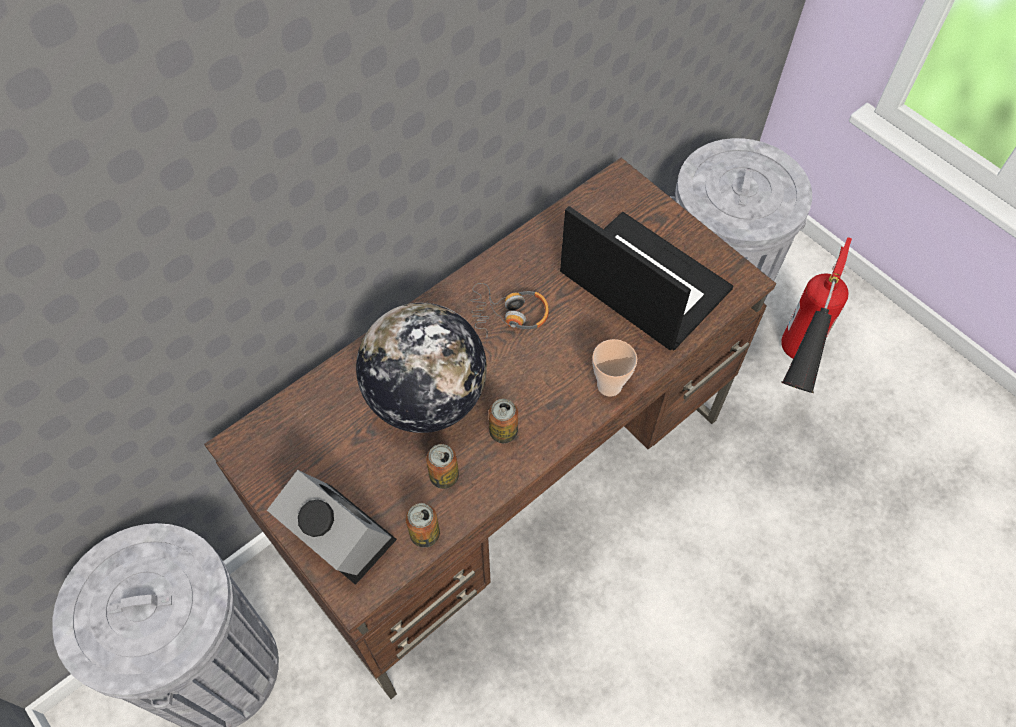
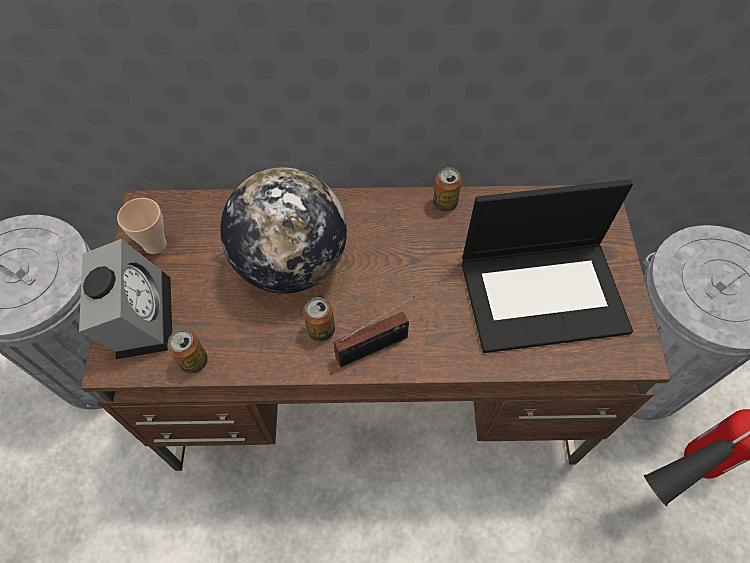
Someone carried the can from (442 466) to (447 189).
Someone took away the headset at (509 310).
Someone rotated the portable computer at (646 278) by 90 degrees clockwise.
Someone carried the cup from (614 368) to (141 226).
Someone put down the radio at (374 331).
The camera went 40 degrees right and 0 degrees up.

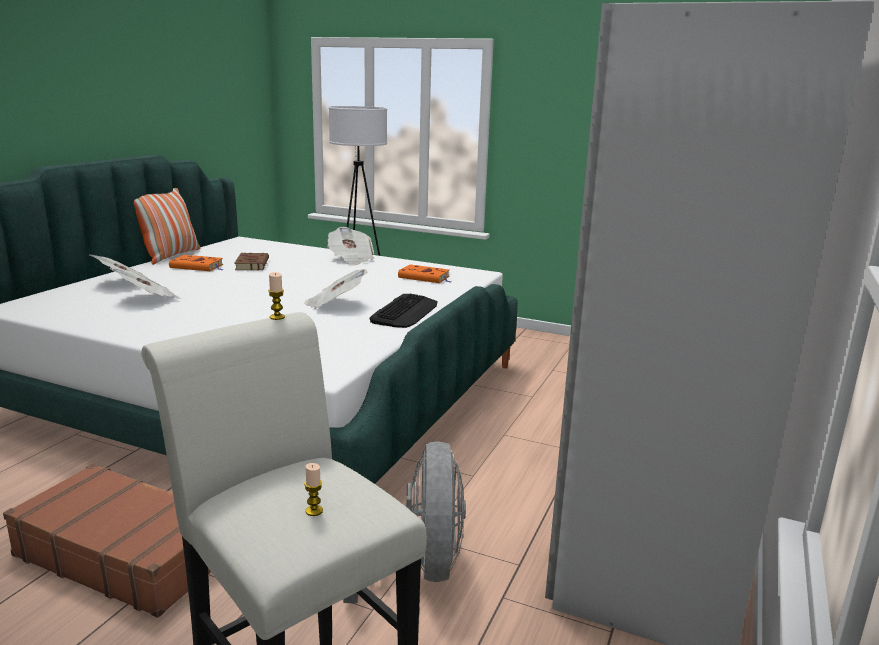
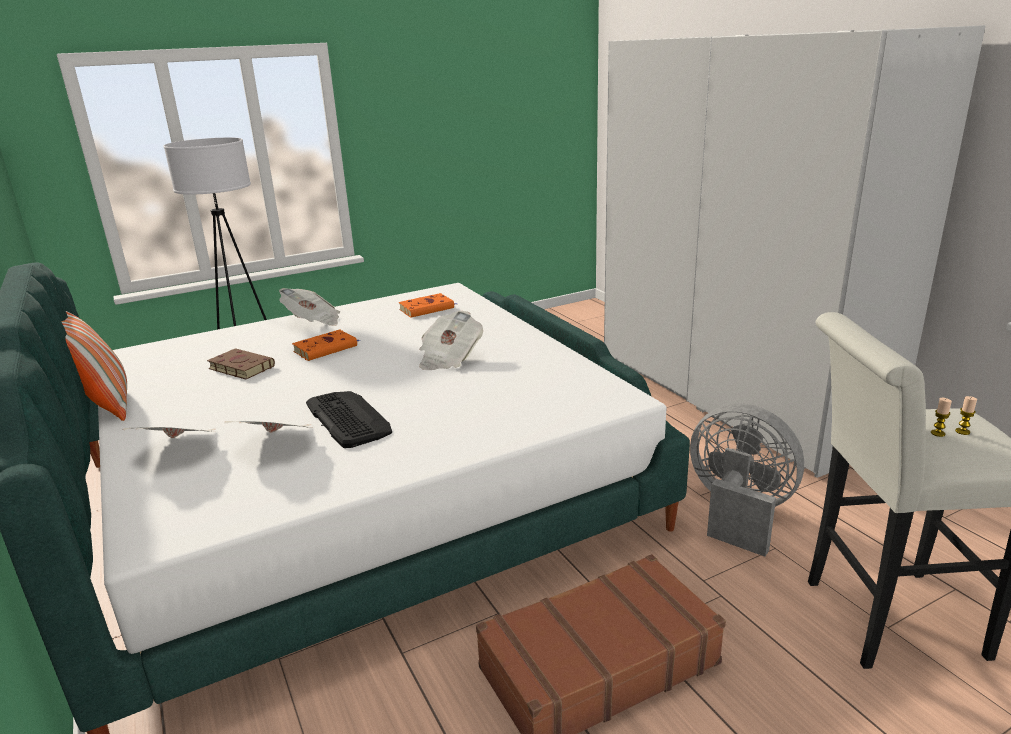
Someone carried the orange book from (197 263) to (326 345).
Someone carried the candle from (276 296) to (941 417).
Someone carried the PC keyboard from (403 311) to (349 419).
The camera went 50 degrees left and 5 degrees up.

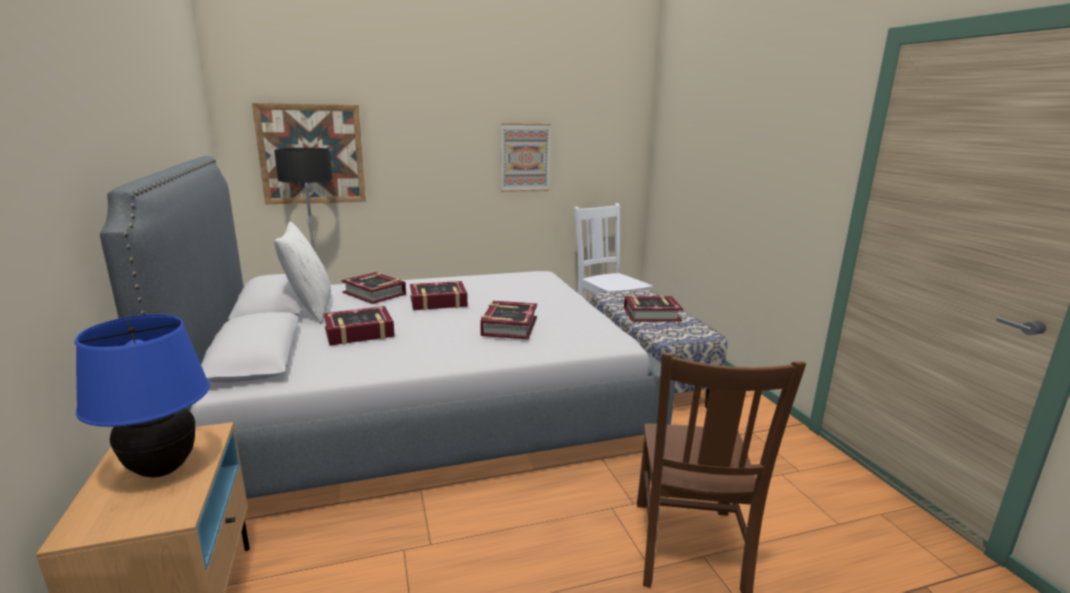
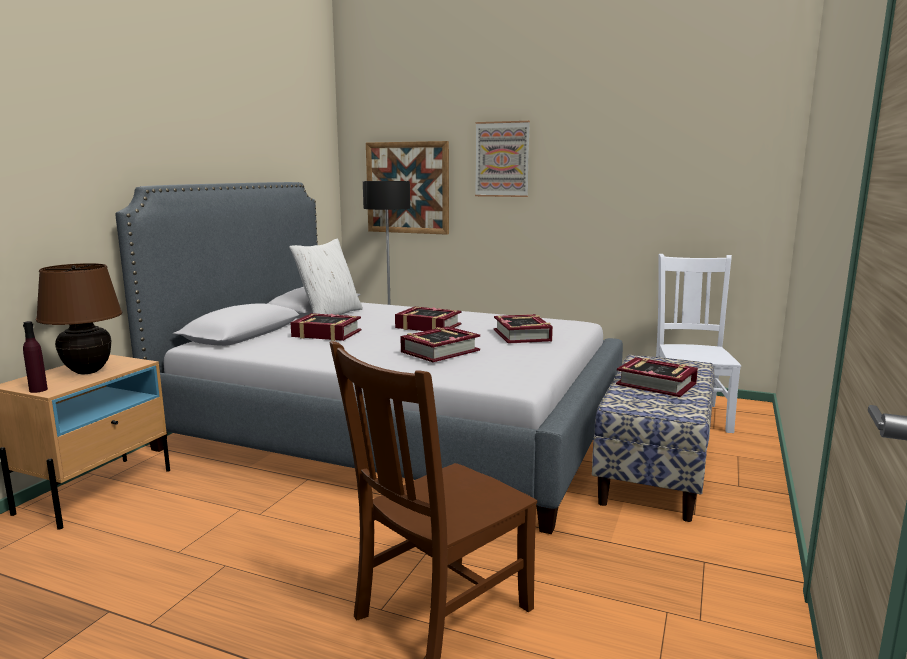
Someone repainted the bluish lamp for a table at (142 395), which became the brownish lamp for a table at (79 318).
Someone carried the book from (374 288) to (523 329).
Someone carried the wall art from (526 157) to (502 159).
Someone put down the purple-coloured bottle at (35 357).
The camera went 40 degrees right and 5 degrees down.

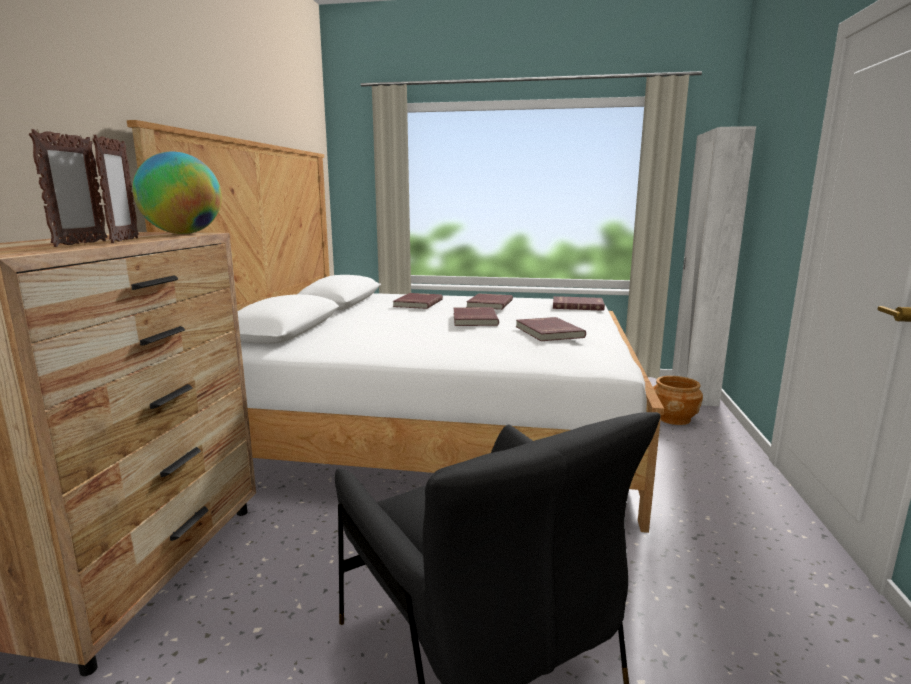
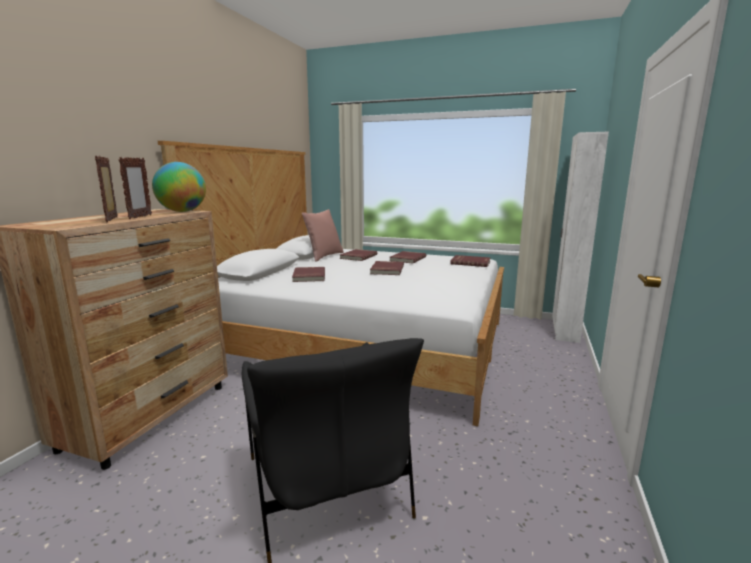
Someone rotated the photo frame at (68 188) by 150 degrees clockwise.
Someone carried the red book from (551 329) to (308 274).
Someone took away the brownish flower pot at (678 400).
Someone put down the pink pillow at (323 235).
The camera went 10 degrees right and 0 degrees up.

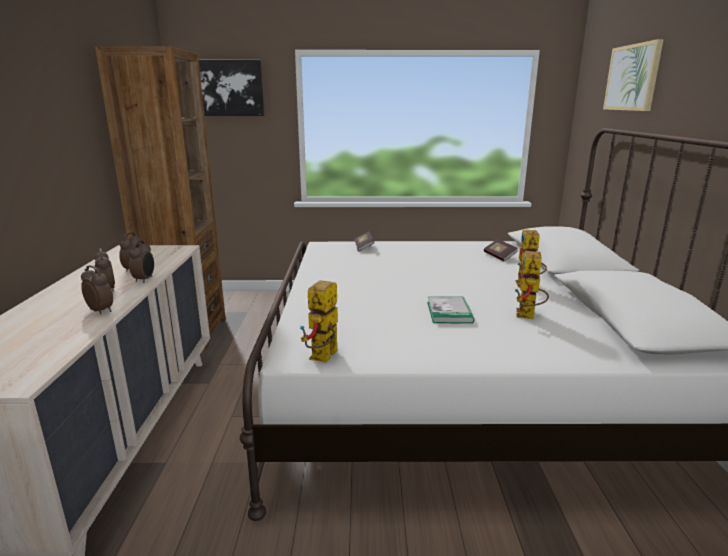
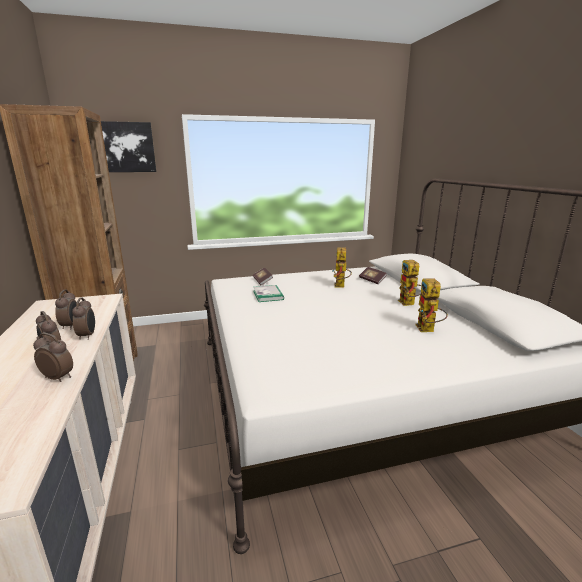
Someone carried the robot figure from (319 321) to (342 267).
Someone carried the book from (450 310) to (268 293).
Someone took away the wall art at (633 75).
The camera went 15 degrees left and 0 degrees up.

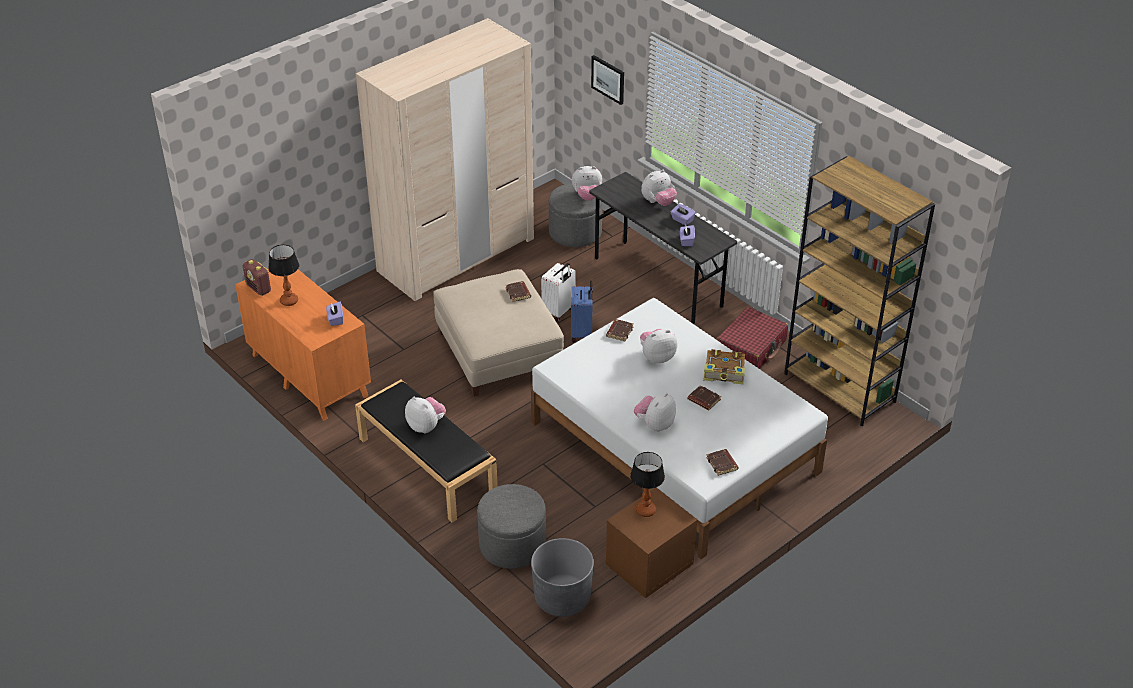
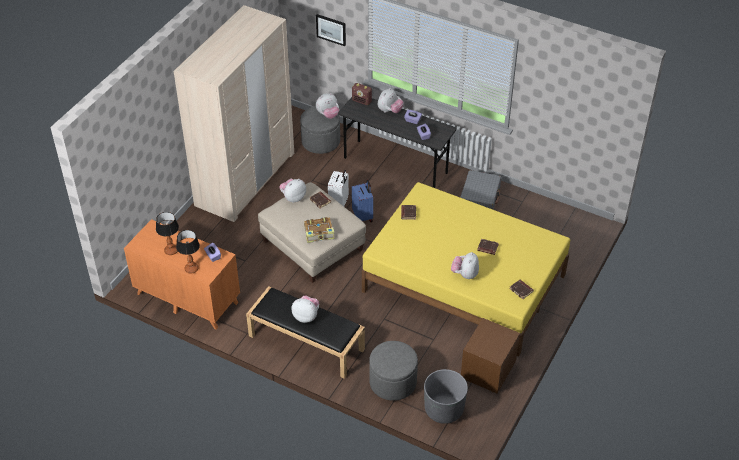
Someone carried the radio from (257 277) to (362 94).
Someone repainted the whitish bed at (679 428), which became the yellow bed at (466 269).
Someone carried the lamp for a table from (647 484) to (188 252).
Someone carried the plush toy from (658 346) to (293 191).
Someone carried the book from (724 366) to (319 230).
Someone repainted the red piece of luggage at (752 338), which became the gray piece of luggage at (480 189).
Someone took away the brownish shelving unit at (859 291).
The camera went 20 degrees left and 5 degrees up.

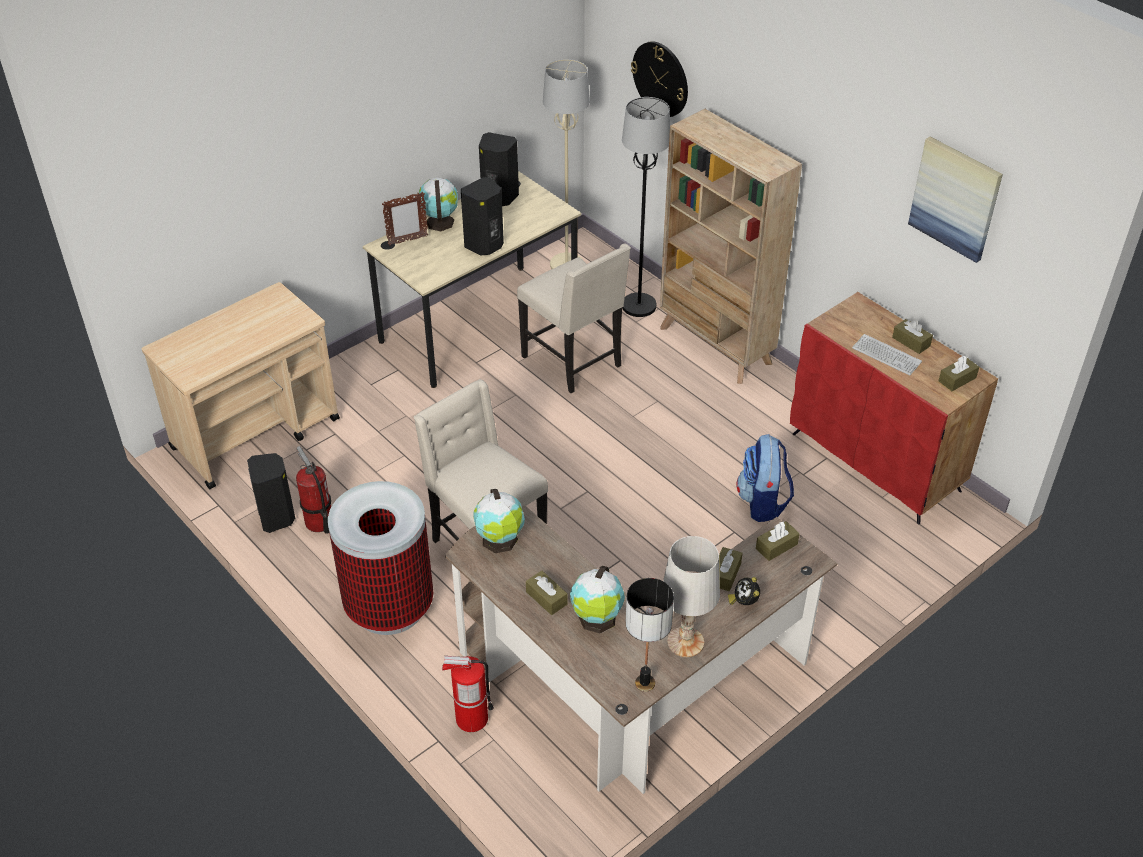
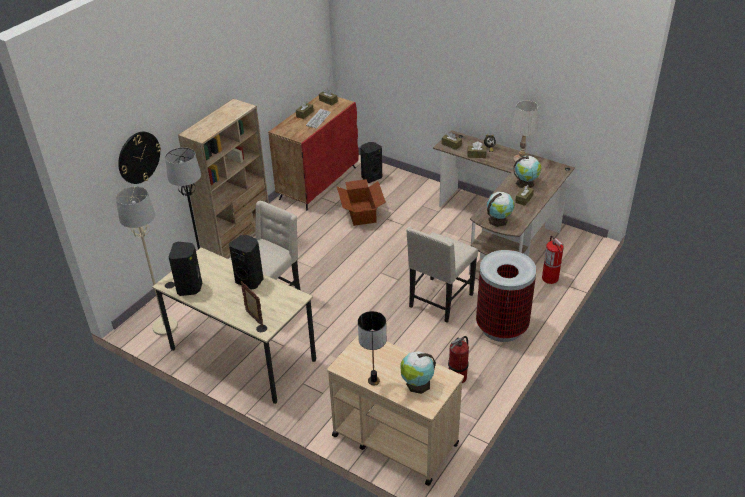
Someone carried the black-coloured audio speaker from (271 493) to (371 162).
Someone carried the desk globe from (438 204) to (418 372).
Someone carried the lamp for a table from (650 635) to (372 348).
Someone swapped the knapsack at (765 478) for the packing box at (361 202).
Someone took away the wall art at (955 200).
The camera went 105 degrees left and 5 degrees down.

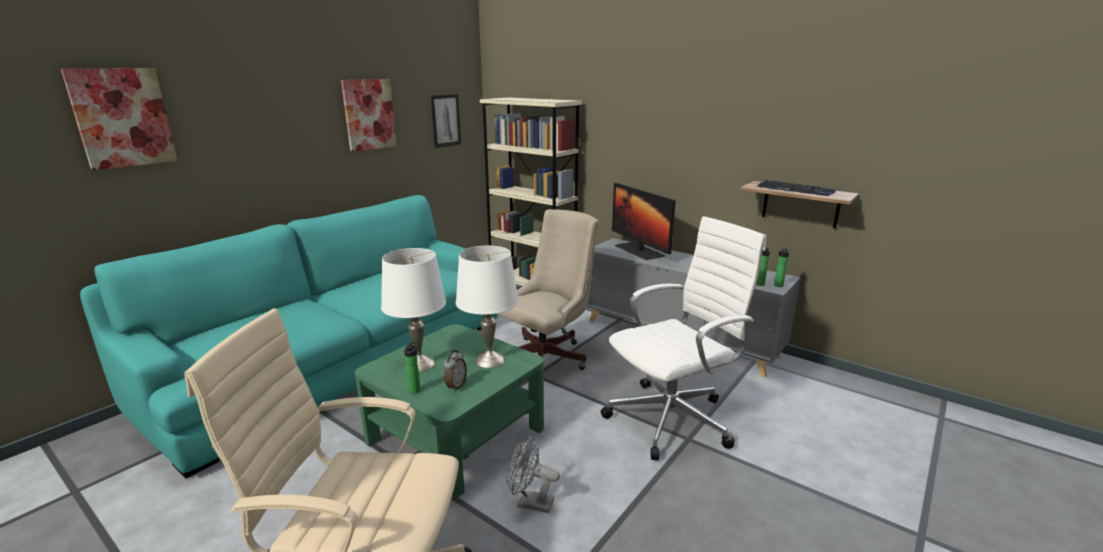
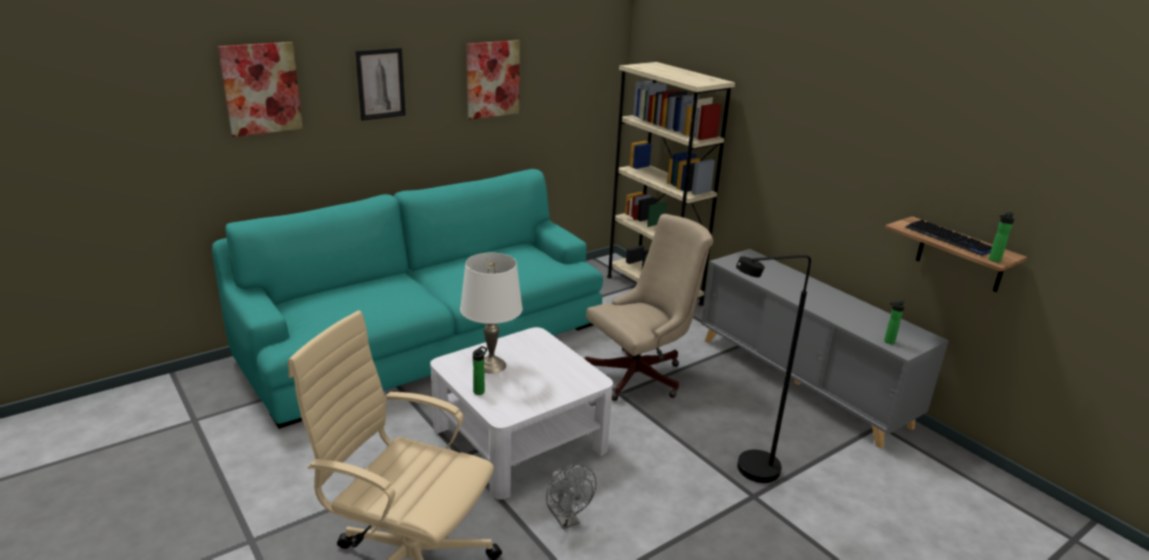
Someone repainted the green coffee table at (449 411), which became the whitish coffee table at (521 413).
Someone carried the wall art from (446 121) to (380 84).
Someone took away the bedside clock at (455 371).
Someone took away the whitish lamp for a table at (487 307).
Someone rotated the gray electric fan at (533 474) by 150 degrees counterclockwise.
Someone swapped the whitish office chair at (683 338) for the black-coloured floor lamp at (773 369).
Someone took away the computer screen at (644 221).
Someone carried the bottle from (781 267) to (1002 237).
The camera went 15 degrees right and 5 degrees up.

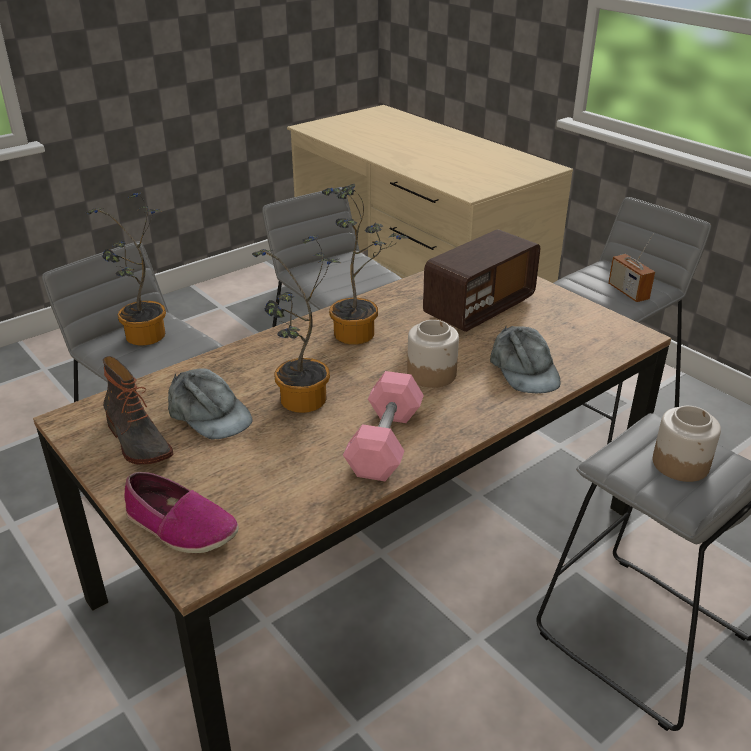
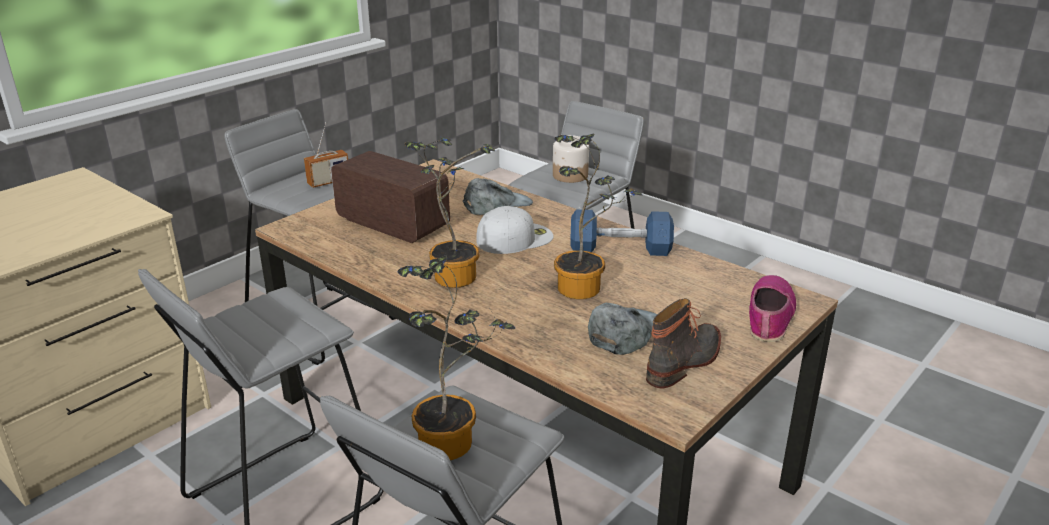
Someone repainted the pink free weight at (383 426), which became the bluish free weight at (622 232).
Someone swapped the jar at (433 354) for the whitish cap at (515 230).
The camera went 100 degrees left and 5 degrees down.

